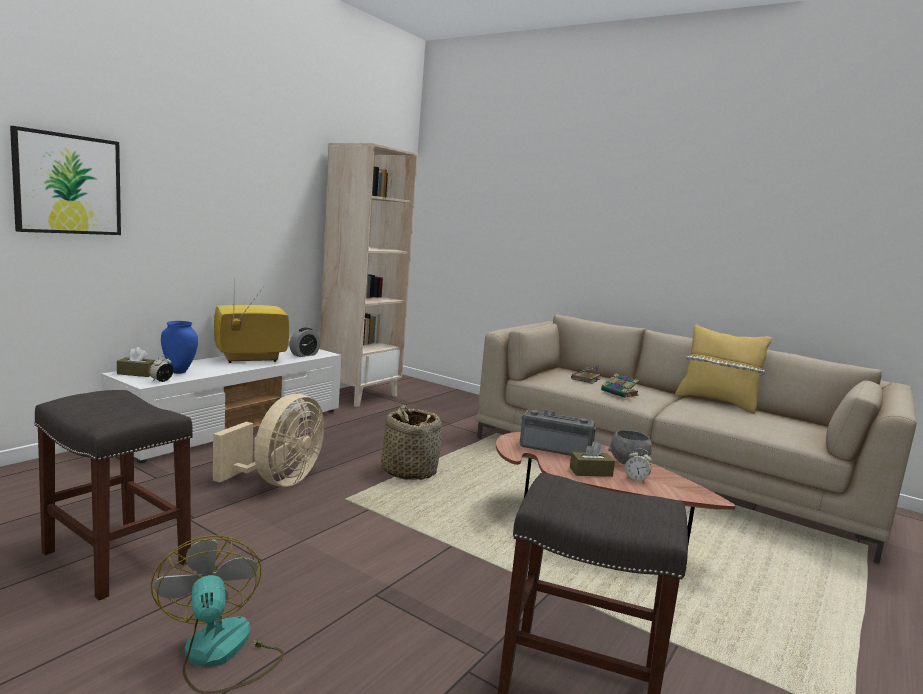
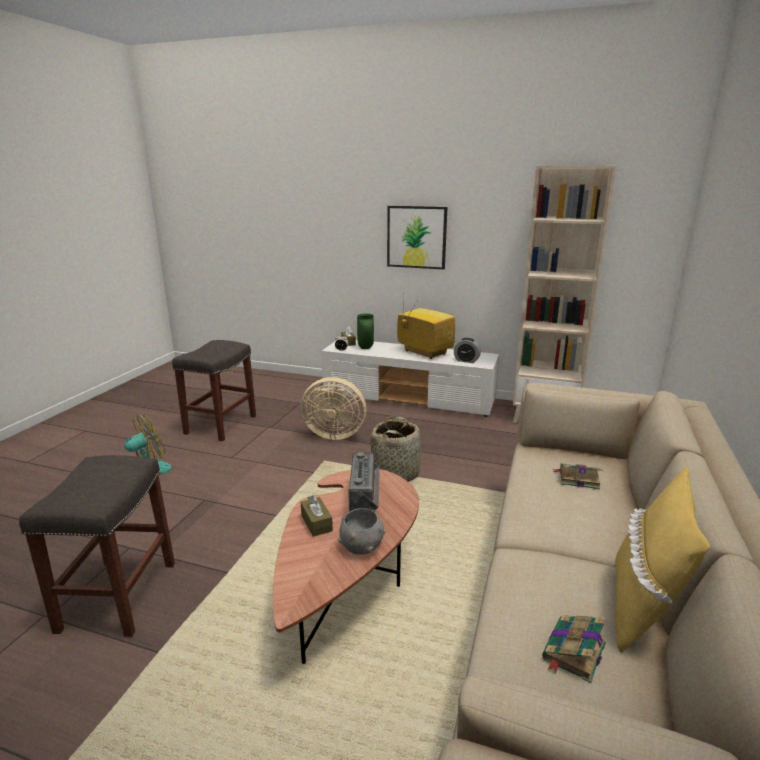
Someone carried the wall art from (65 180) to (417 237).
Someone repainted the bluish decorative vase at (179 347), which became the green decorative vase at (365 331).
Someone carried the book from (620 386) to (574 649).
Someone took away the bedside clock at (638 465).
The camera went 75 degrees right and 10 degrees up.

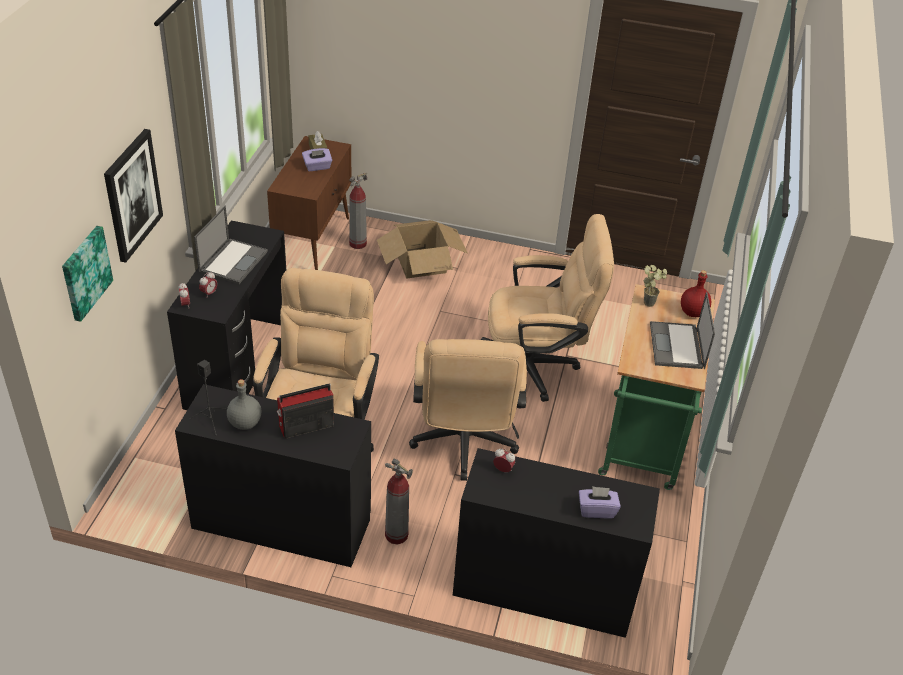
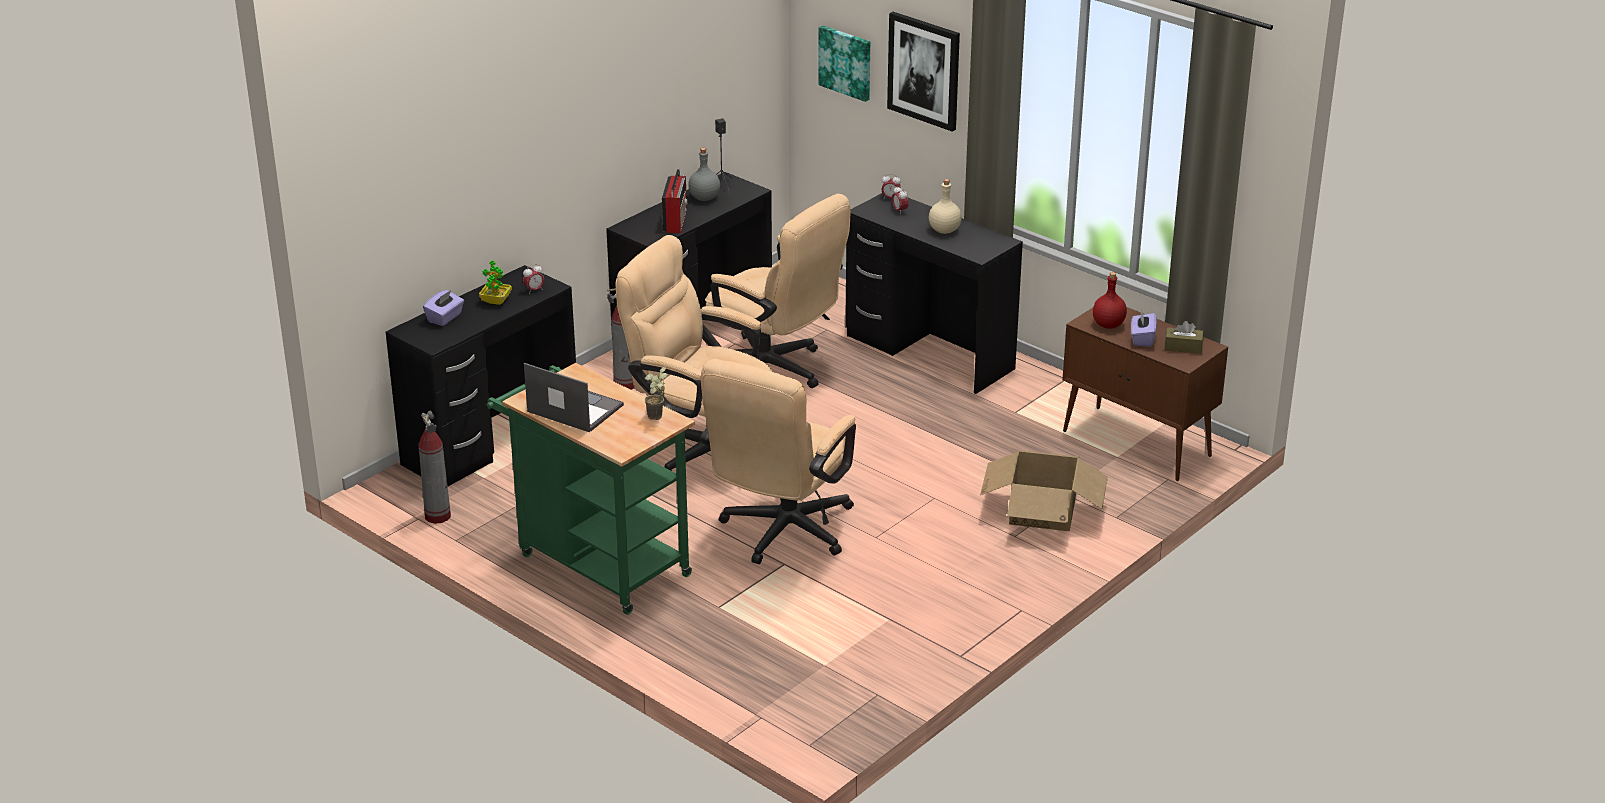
Someone swapped the portable computer at (231 245) for the sand-coloured bottle at (945 206).
Someone carried the fire extinguisher from (358 211) to (435 467).
Someone carried the red bottle from (696 293) to (1110 300).
Someone put down the houseplant at (495 282).
The camera went 120 degrees right and 10 degrees down.

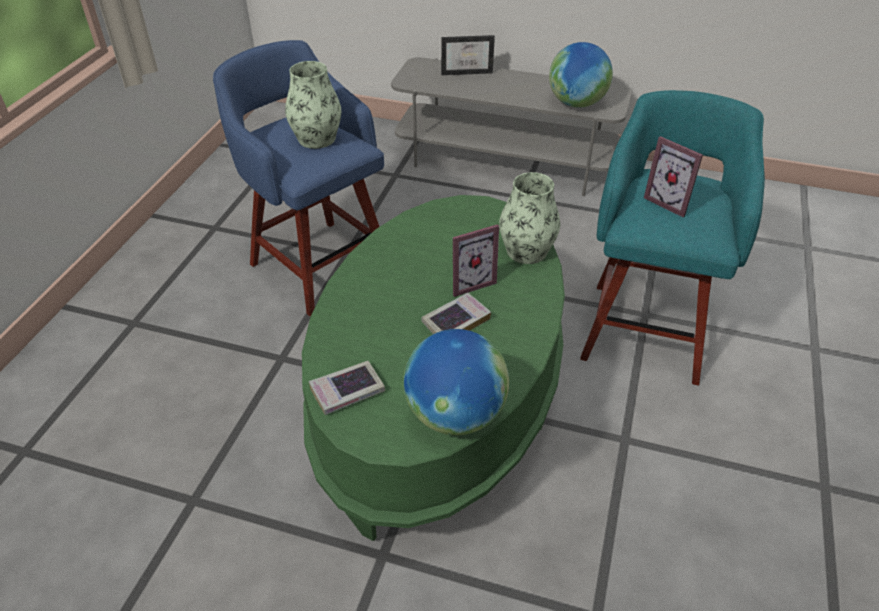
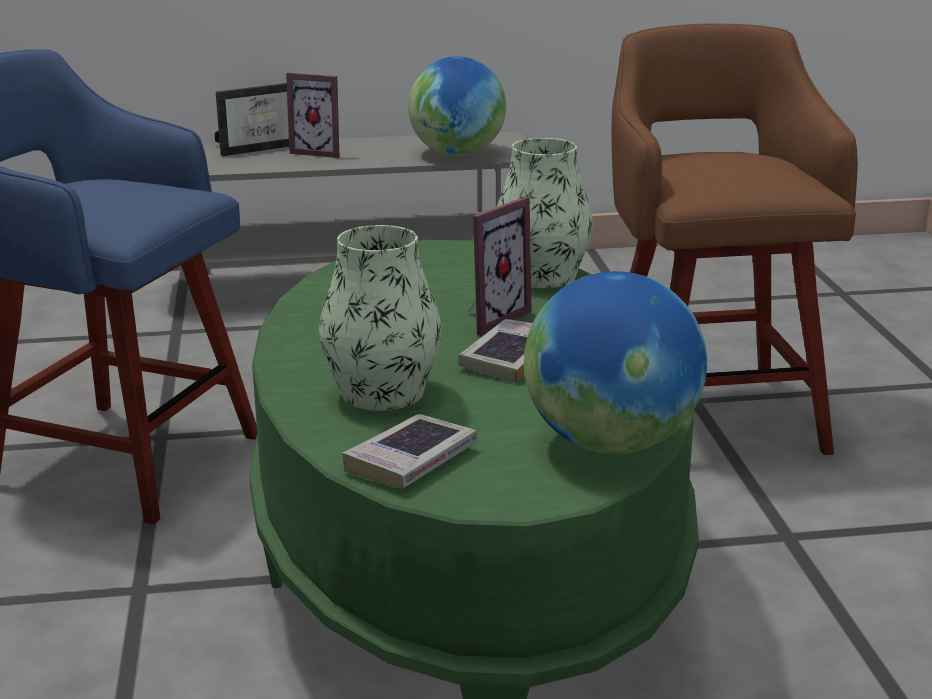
Someone carried the decorative vase from (313 105) to (380 318).
Someone repainted the turquoise-coloured sitting stool at (672 238), which became the brownish sitting stool at (734 239).
Someone carried the photo frame from (673 176) to (313 115).
The camera went 25 degrees left and 20 degrees down.

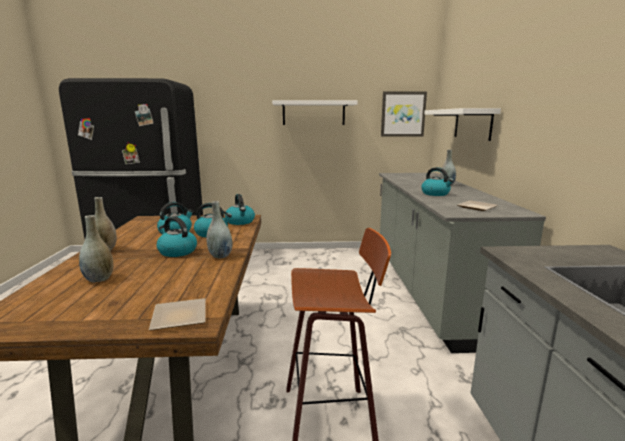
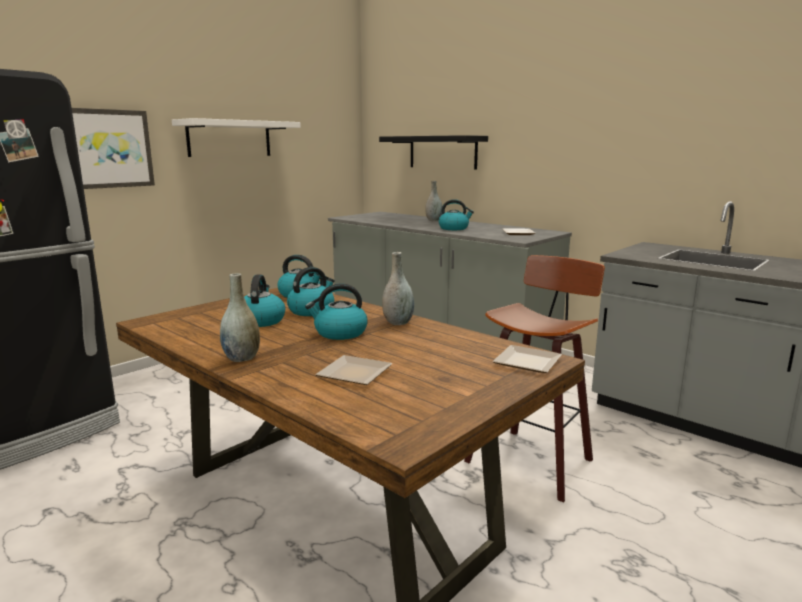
Someone swapped the gray decorative vase at (96 249) for the flat dish at (353 370).
Someone carried the wall art from (404 113) to (113 148).
Someone repainted the whitish shelf at (462 124), which became the black-coloured shelf at (433 152).
The camera went 45 degrees left and 0 degrees up.

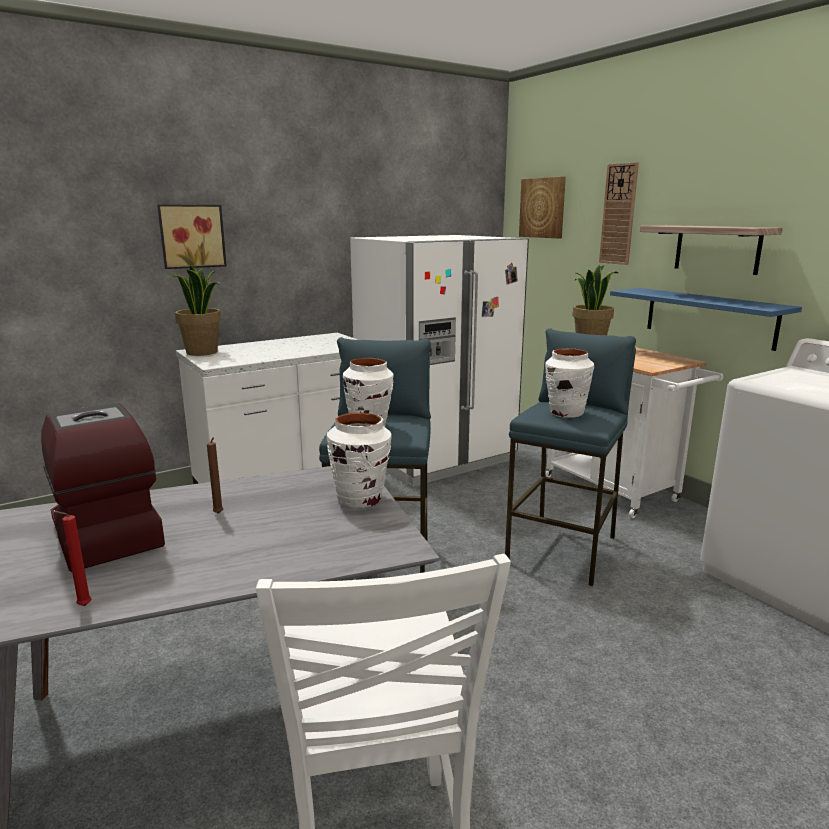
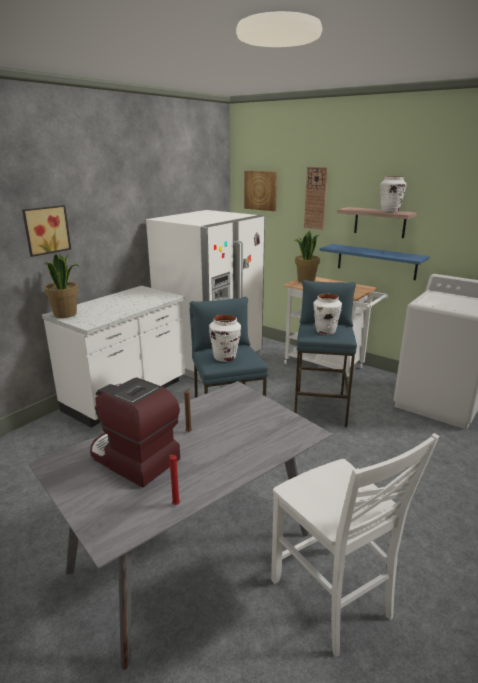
Someone carried the whitish decorative vase from (359 460) to (393 194).
The camera went 20 degrees left and 5 degrees up.

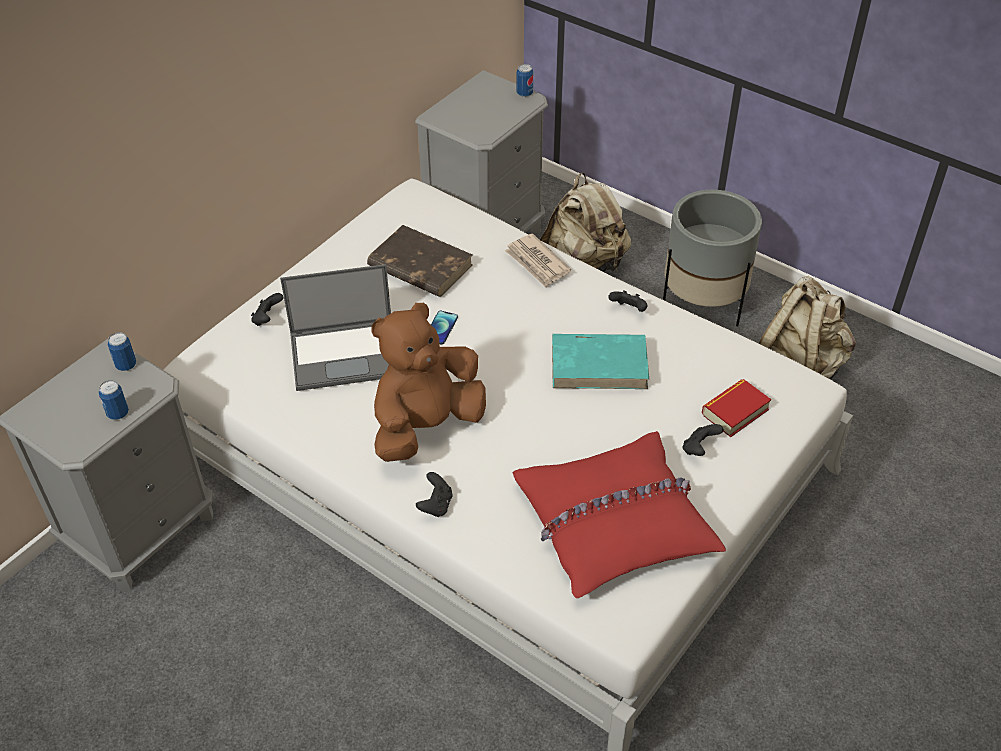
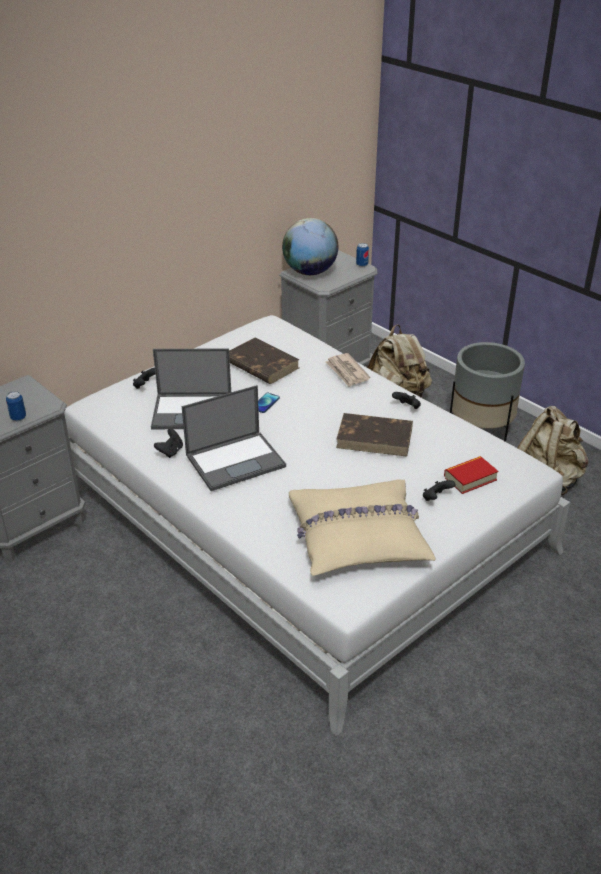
Someone took away the can at (122 351).
Someone swapped the brownish plush toy at (428 382) for the portable computer at (234 438).
Someone carried the black-coloured gamepad from (434 494) to (168 443).
Someone repainted the red pillow at (619 514), which became the sand-coloured pillow at (362 527).
Someone repainted the turquoise-coloured book at (600 361), which became the brownish book at (374 435).
Someone put down the desk globe at (310 246).
The camera went 10 degrees right and 10 degrees down.

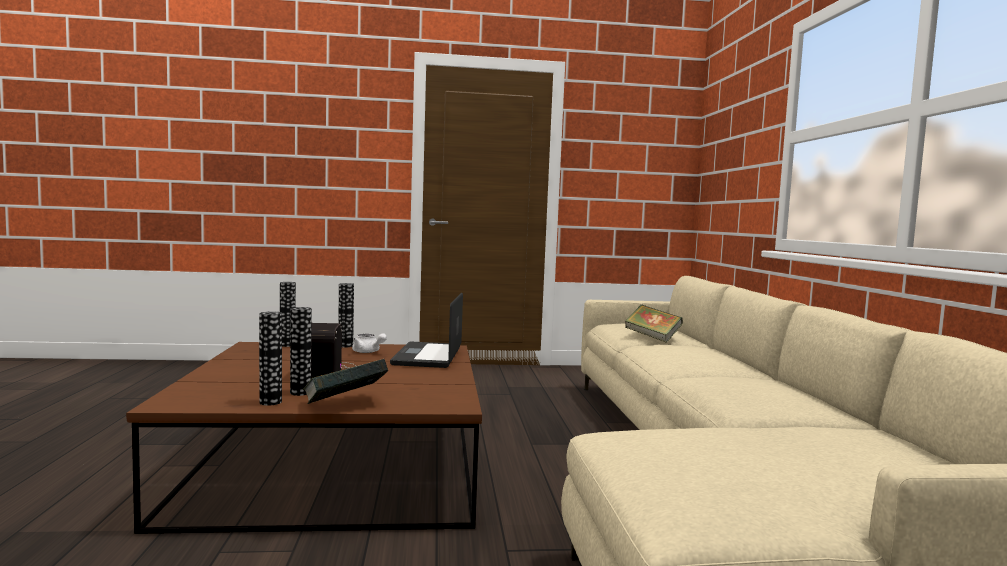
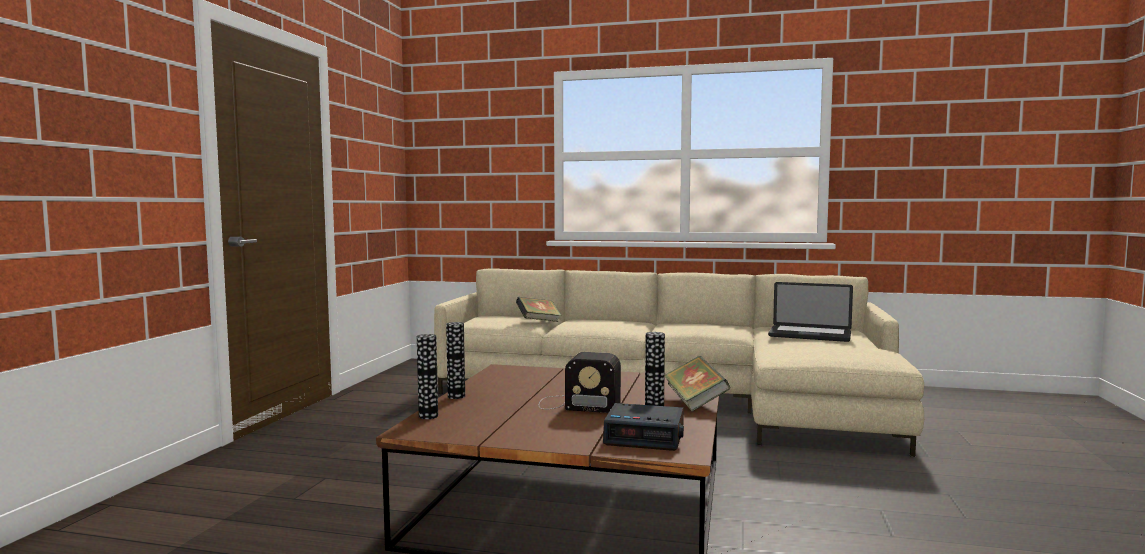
Someone took away the decorative vase at (270 359).
Someone took away the whitish tea pot at (369 343).
Someone carried the portable computer from (426 330) to (810 312).
Someone put down the bedside clock at (643 427).
The camera went 70 degrees left and 0 degrees up.

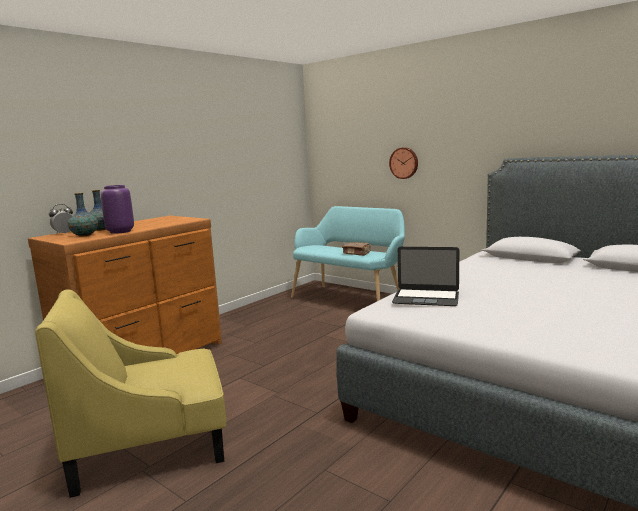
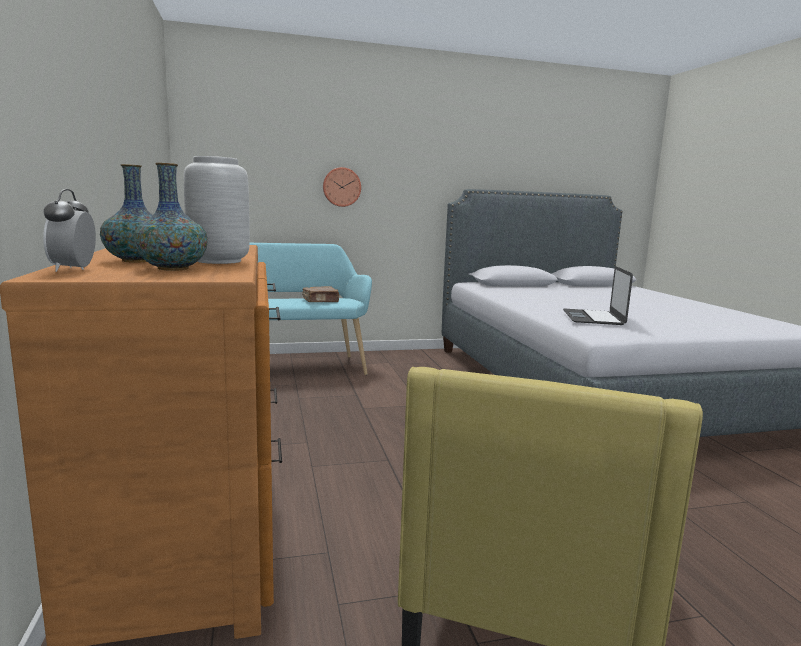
Someone repainted the purple-coloured decorative vase at (117 209), which became the gray decorative vase at (217 210).
Someone rotated the portable computer at (425 276) by 135 degrees clockwise.
The camera went 55 degrees left and 0 degrees up.

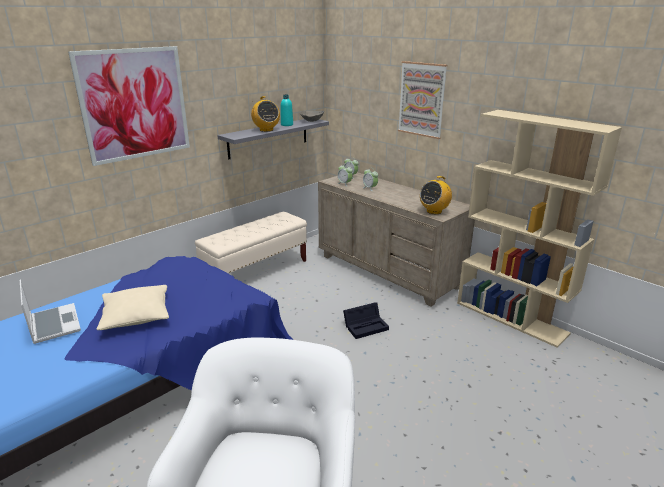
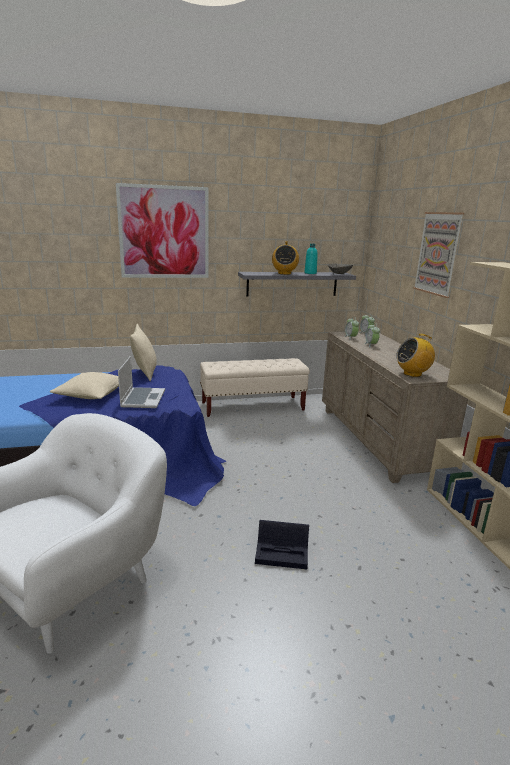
Someone carried the portable computer from (50 311) to (141 382).
Someone carried the black-coloured storage bin from (366 320) to (282 544).
Someone put down the sand-coloured pillow at (143 352).
The camera went 30 degrees right and 5 degrees down.

